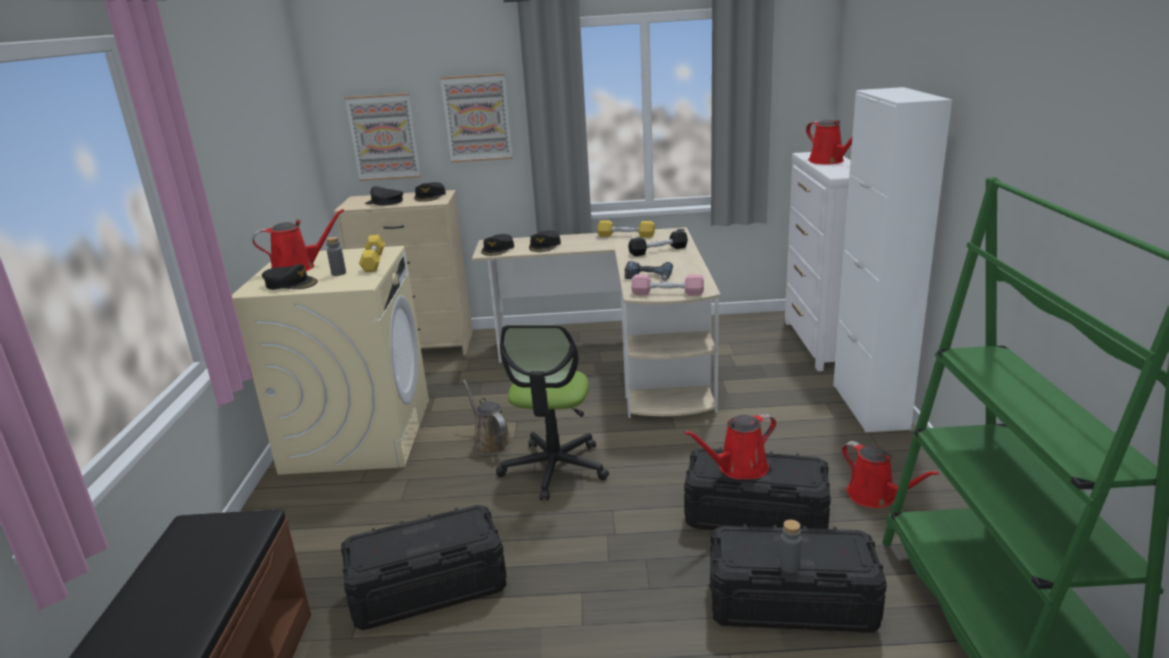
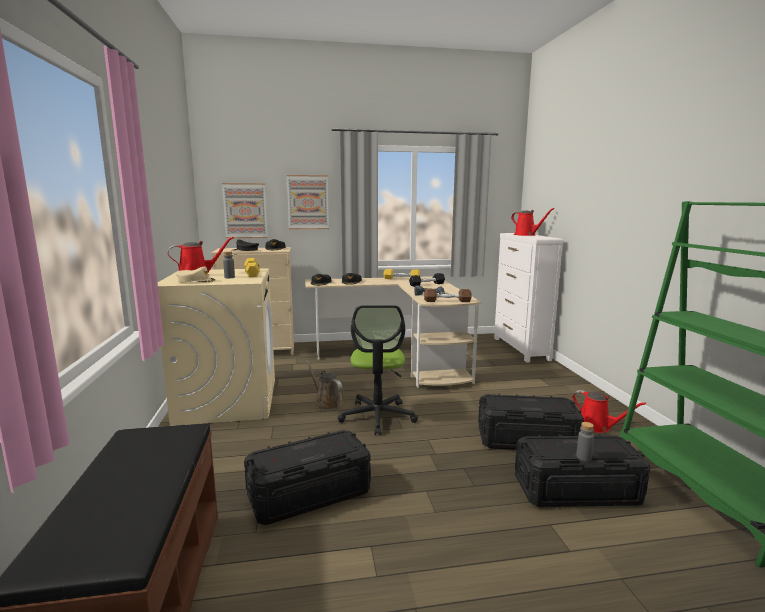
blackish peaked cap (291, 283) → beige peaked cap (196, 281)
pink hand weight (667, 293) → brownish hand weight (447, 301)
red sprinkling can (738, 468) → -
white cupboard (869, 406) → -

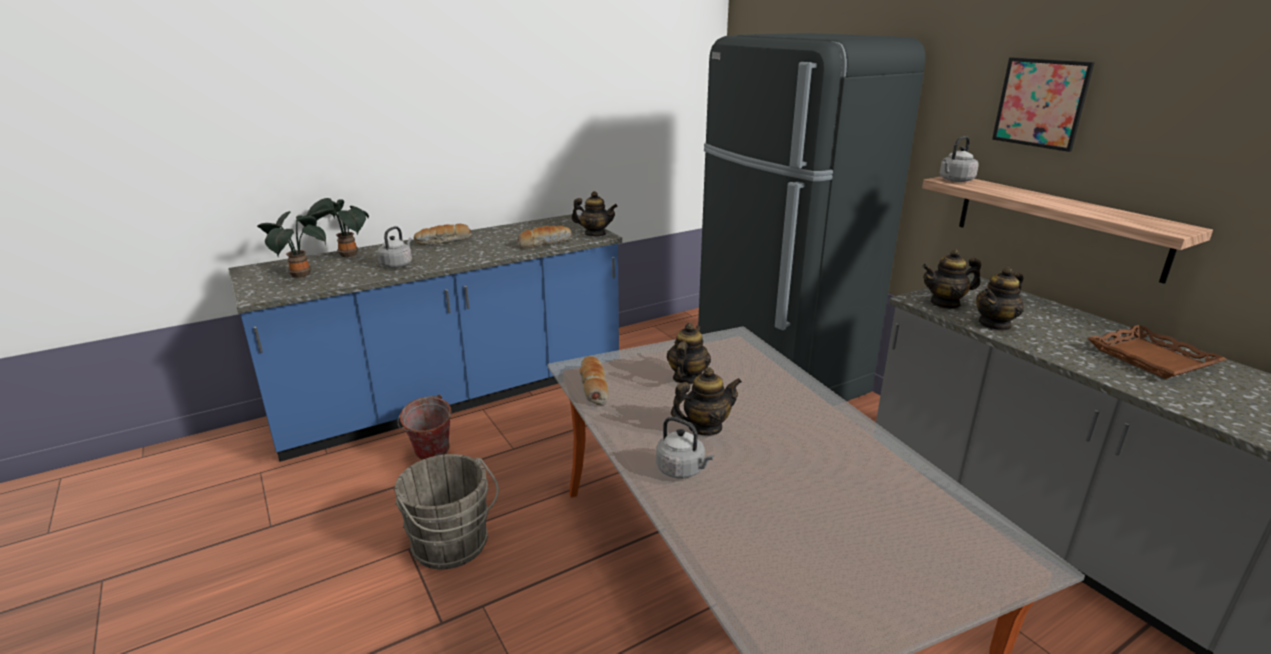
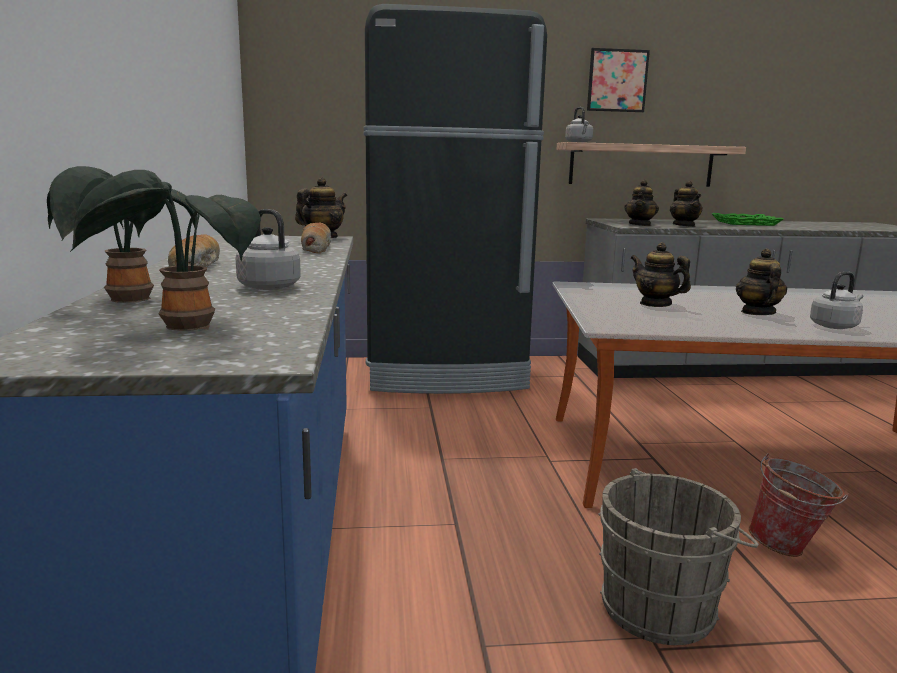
brownish serving tray (1150, 358) → green serving tray (745, 223)
water bucket (430, 456) → water bucket (790, 548), move
bakery bread (593, 387) → -

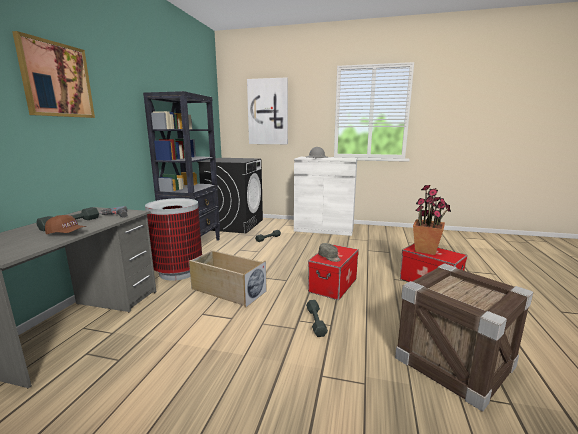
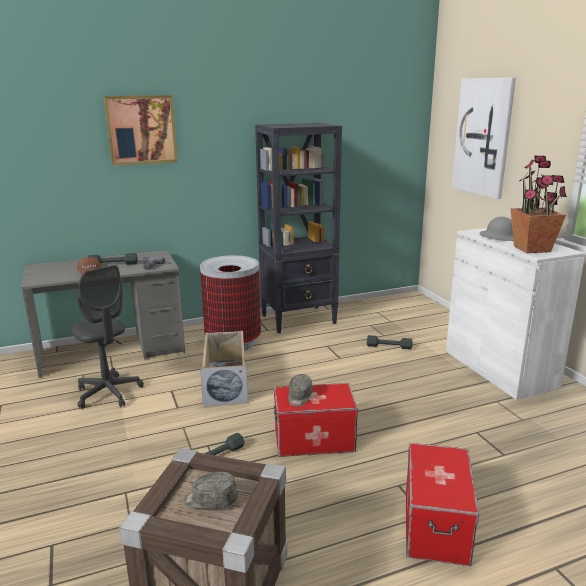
- → grey office chair (109, 393)
- → grey peaked cap (210, 500)
houseplant (426, 250) → houseplant (532, 249), move
blackish washing machine (234, 224) → -

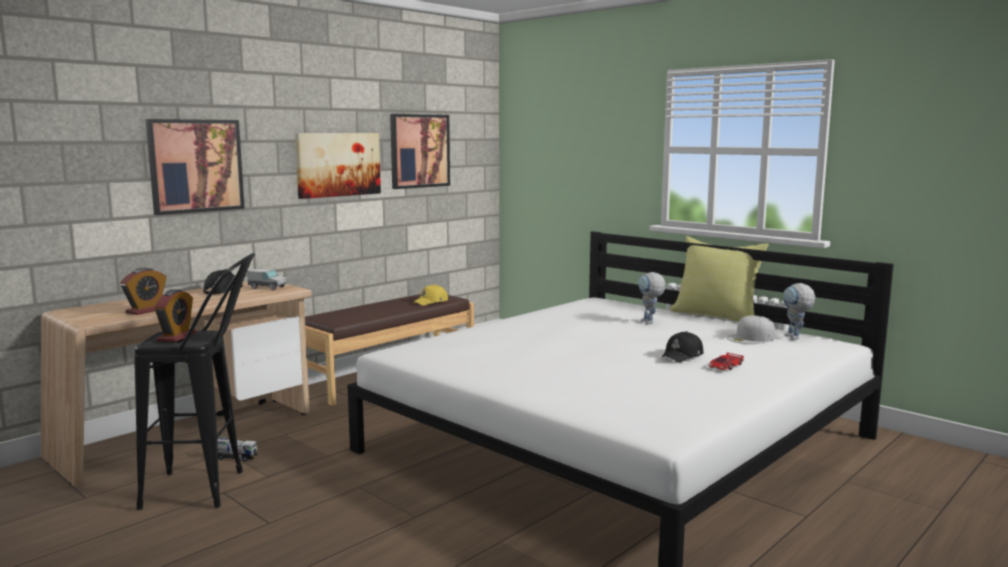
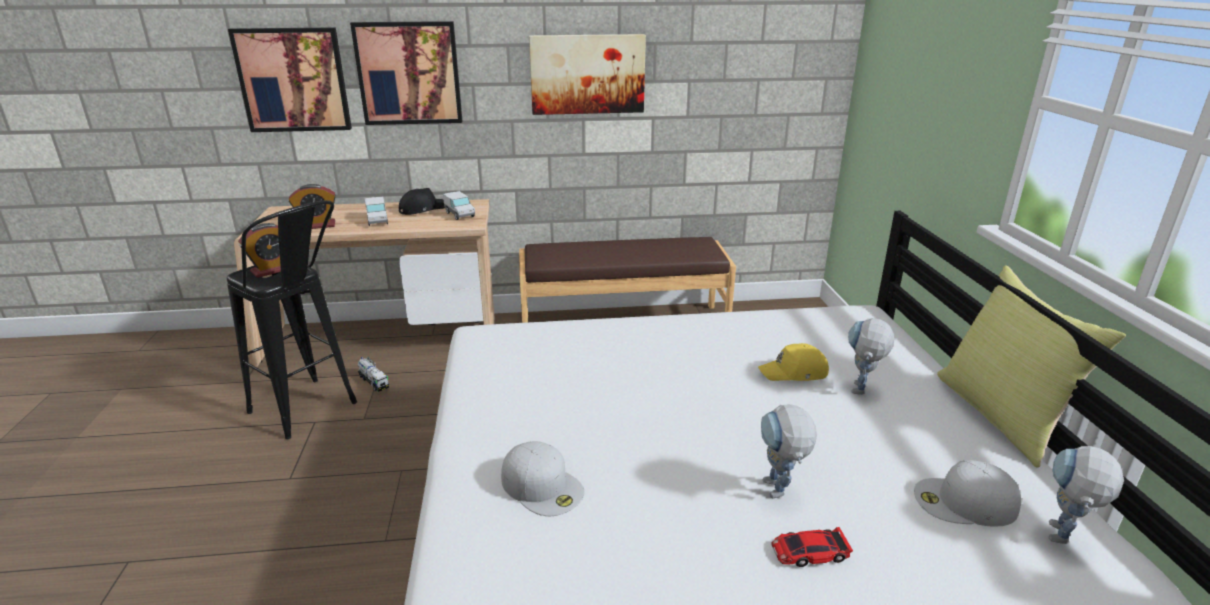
wall art (419, 151) → wall art (293, 80), move
- → model truck (377, 221)
- → white peaked cap (543, 486)
yellowish peaked cap (431, 302) → yellowish peaked cap (794, 373), move
blackish peaked cap (682, 356) → model robot (779, 494)

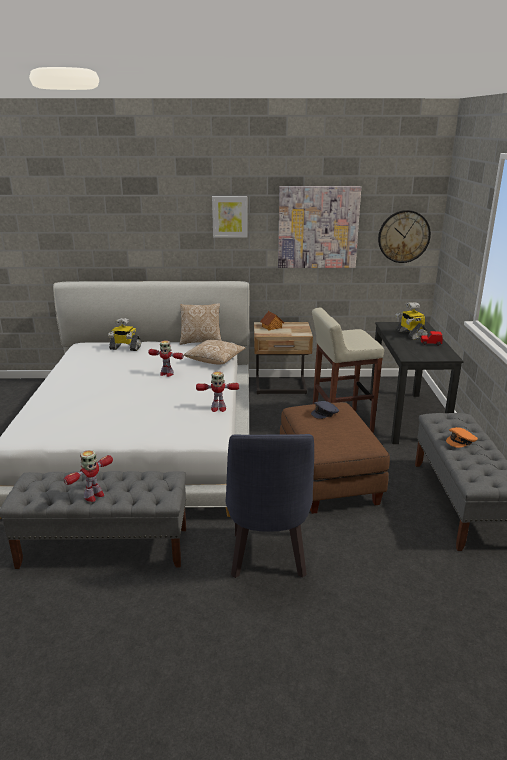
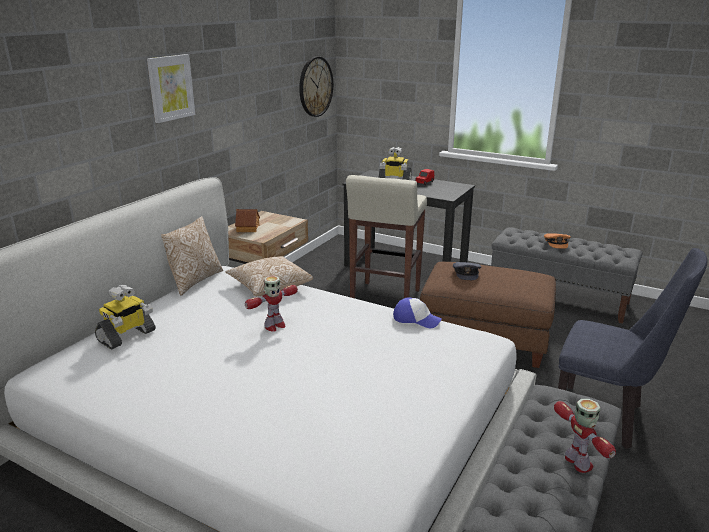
model robot (218, 409) → peaked cap (416, 319)
wall art (318, 227) → -

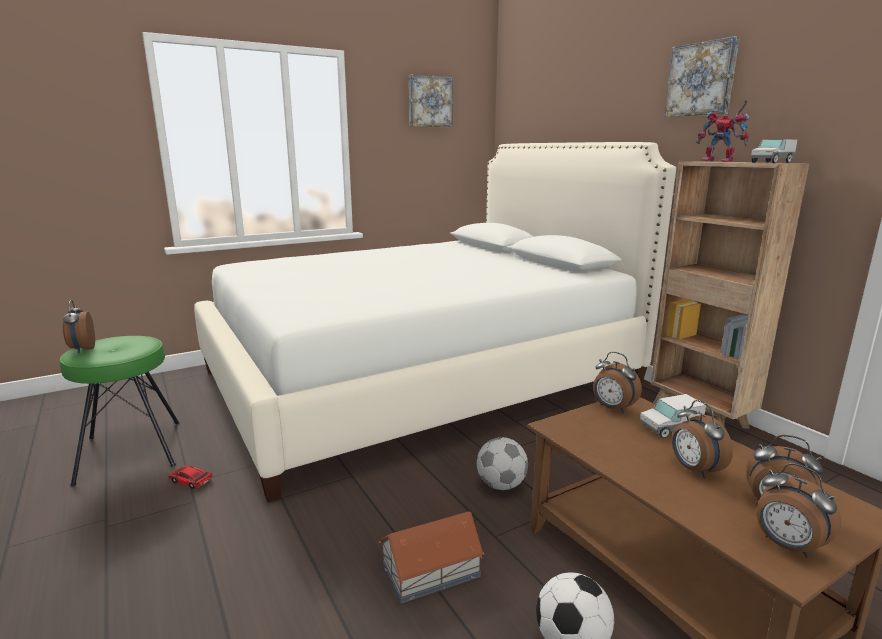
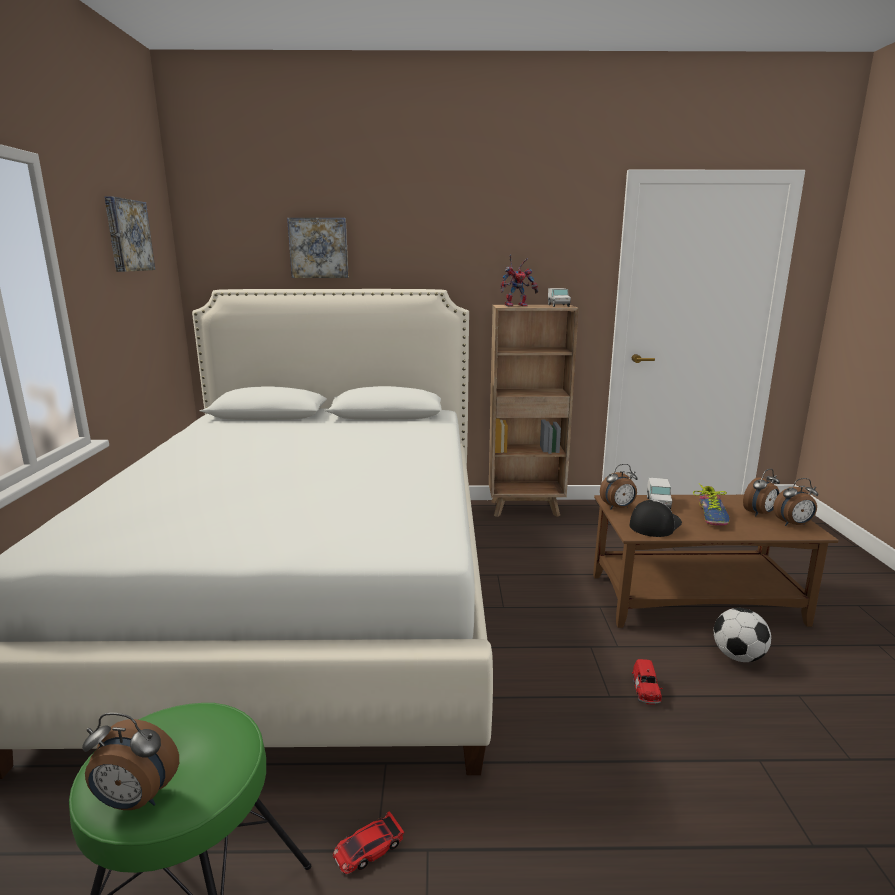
wall art (702, 79) → wall art (319, 248), move
- → peaked cap (654, 524)
miniature house (432, 570) → red miniature car (645, 691)
alarm clock (694, 469) → shoe (712, 516)
ball for football (501, 485) → -

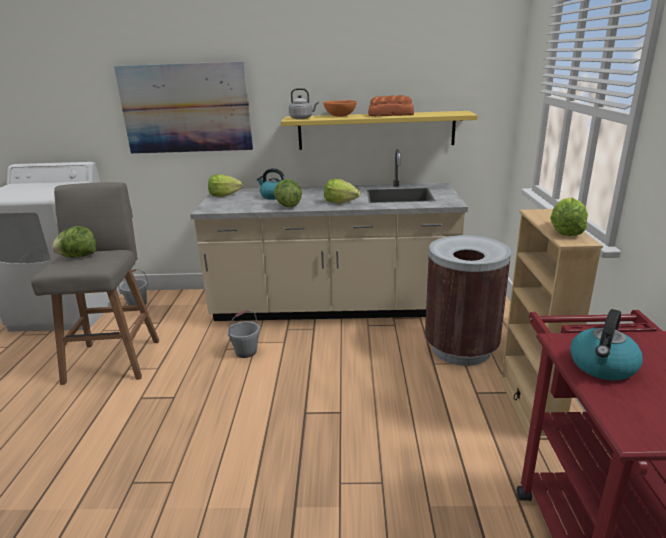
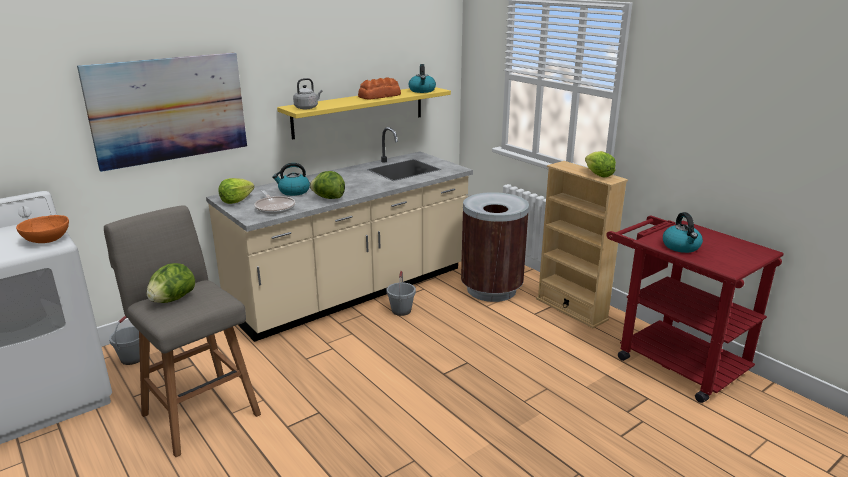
orangey deep dish (339, 116) → orangey deep dish (46, 240), move
- → pan (274, 207)
grey water bucket (246, 352) → grey water bucket (401, 311), move
- → kettle (422, 91)
lettuce head (340, 202) → -

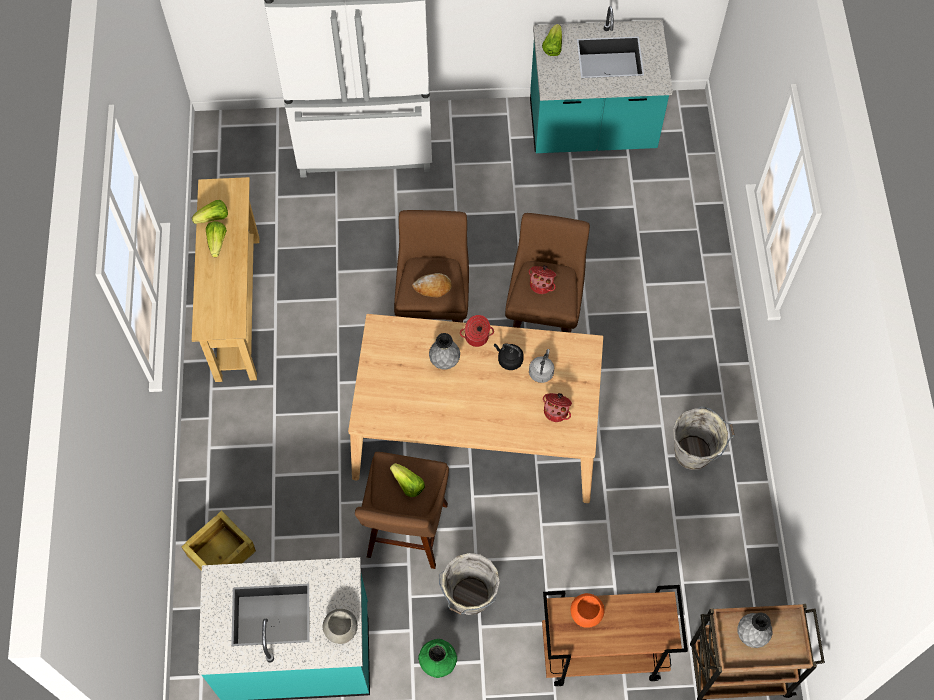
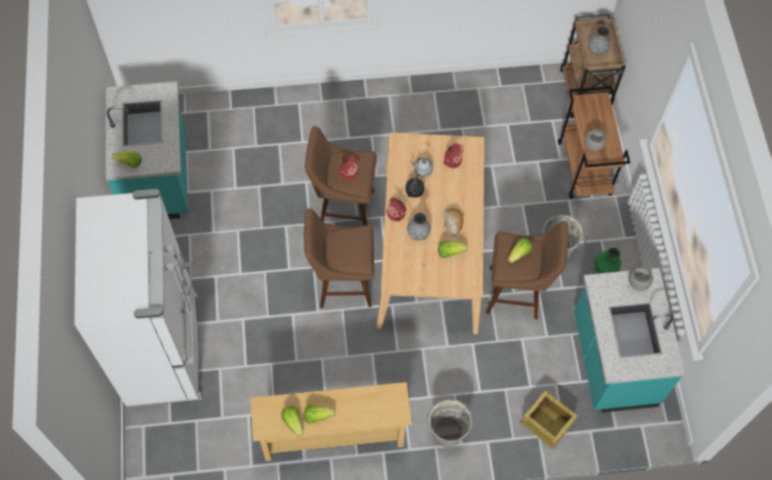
grey water bucket (694, 453) → grey water bucket (447, 431), move
- → lettuce head (450, 252)
bakery bread (433, 287) → bakery bread (453, 222), move
orangey deep dish (586, 613) → grey deep dish (593, 144)

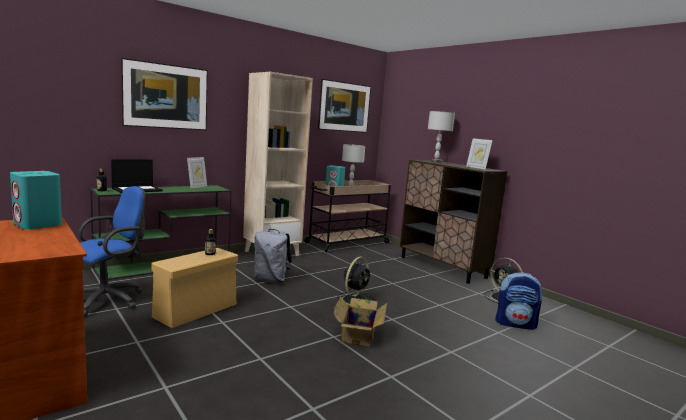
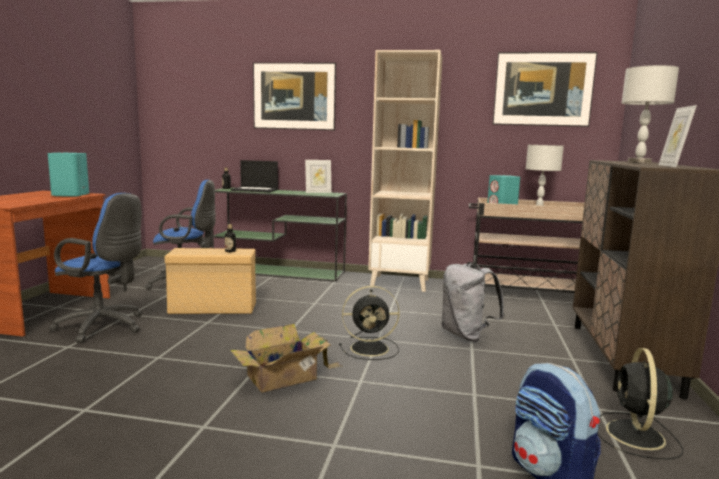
- → bluish office chair (105, 327)
grey knapsack (271, 280) → grey knapsack (466, 335), move

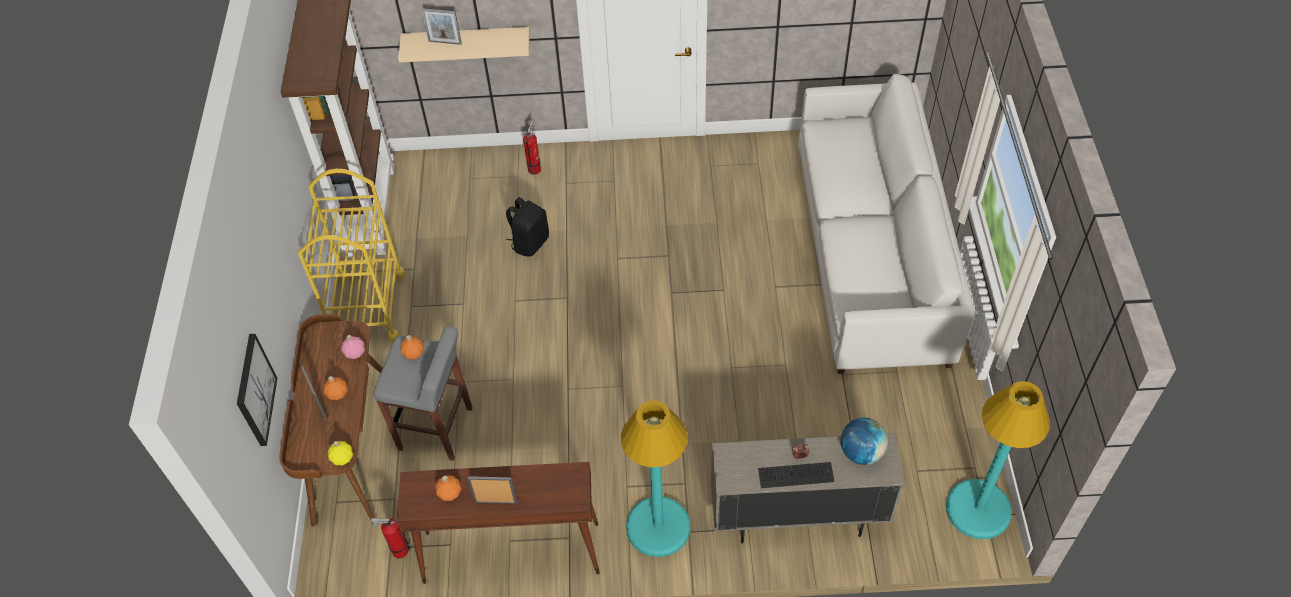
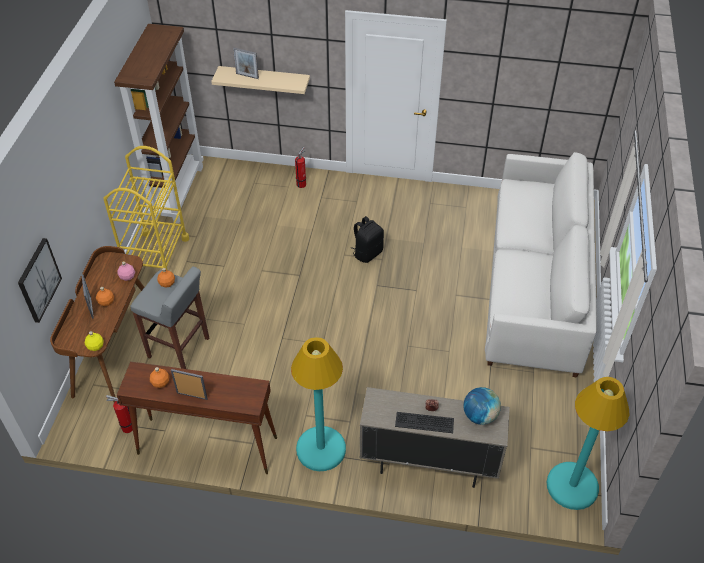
blackish knapsack (530, 242) → blackish knapsack (367, 253), move

